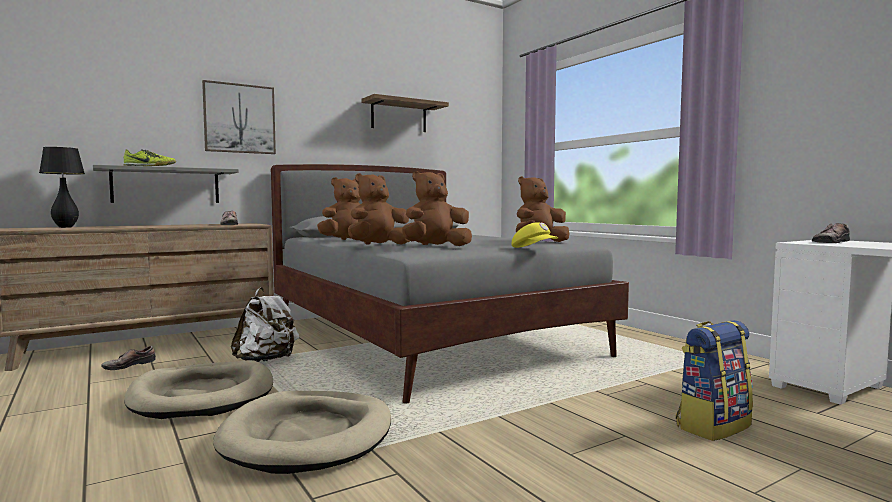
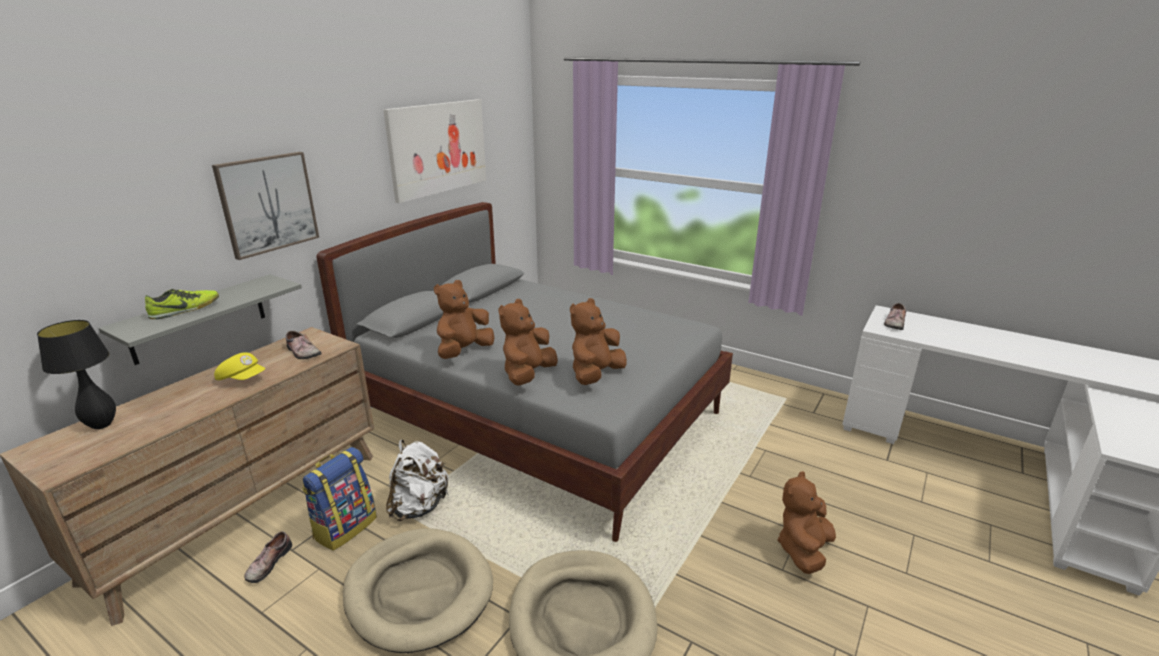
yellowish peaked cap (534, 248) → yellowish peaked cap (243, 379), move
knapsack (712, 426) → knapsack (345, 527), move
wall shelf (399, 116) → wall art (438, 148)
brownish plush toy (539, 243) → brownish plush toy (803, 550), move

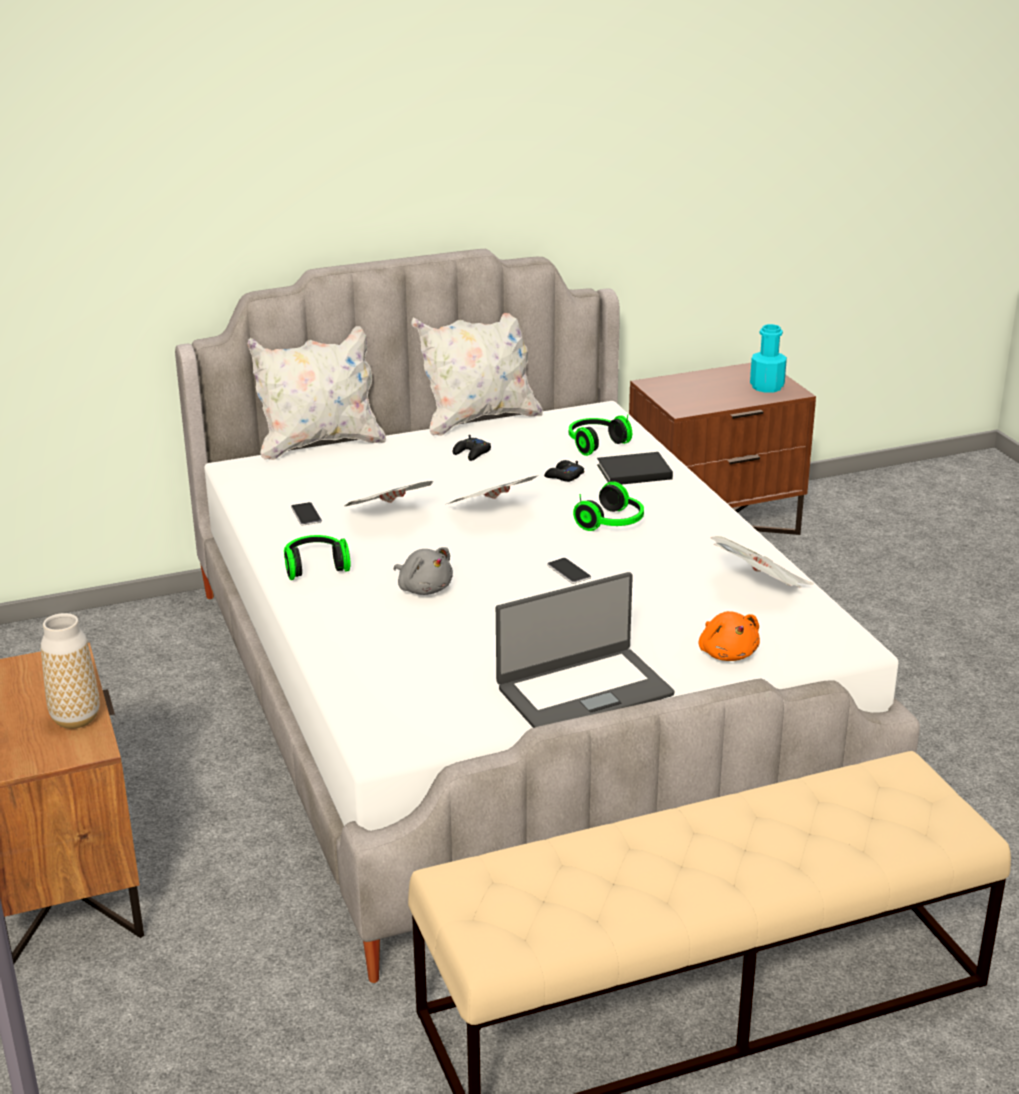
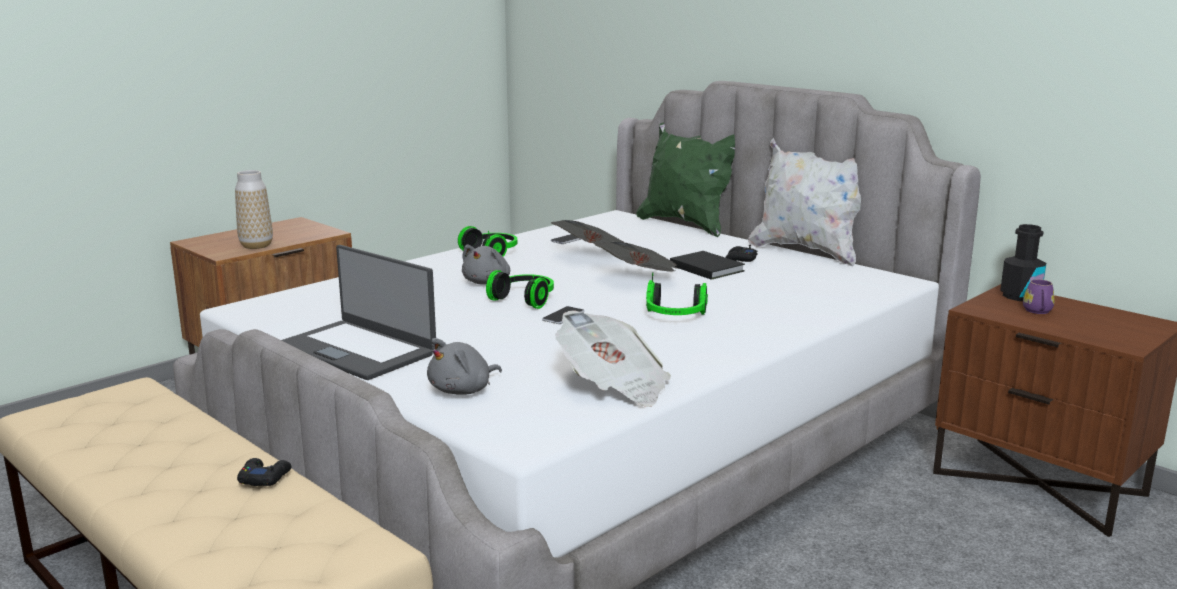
blackish joypad (563, 476) → blackish joypad (264, 478), move
orangey plush toy (727, 653) → grey plush toy (463, 390)
pair of headphones (595, 444) → pair of headphones (525, 300), move
white pillow (319, 444) → green pillow (686, 224)
blackish book (632, 472) → blackish book (706, 267), move
- → blackish bottle (1020, 296)
- → purple tea mug (1038, 312)
turquoise-coloured bottle (767, 387) → -

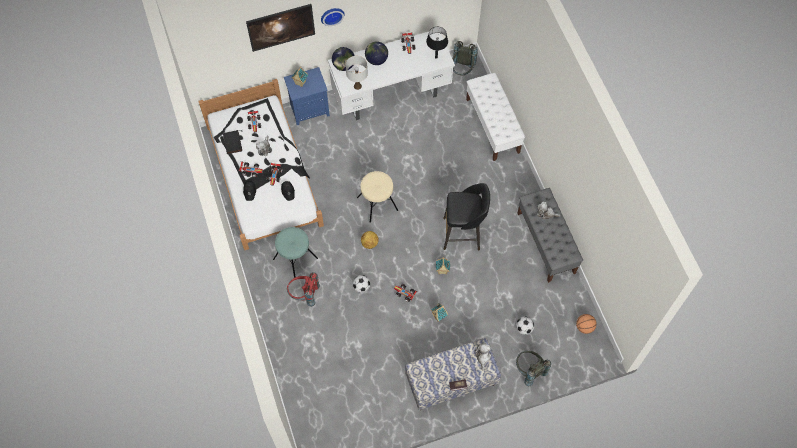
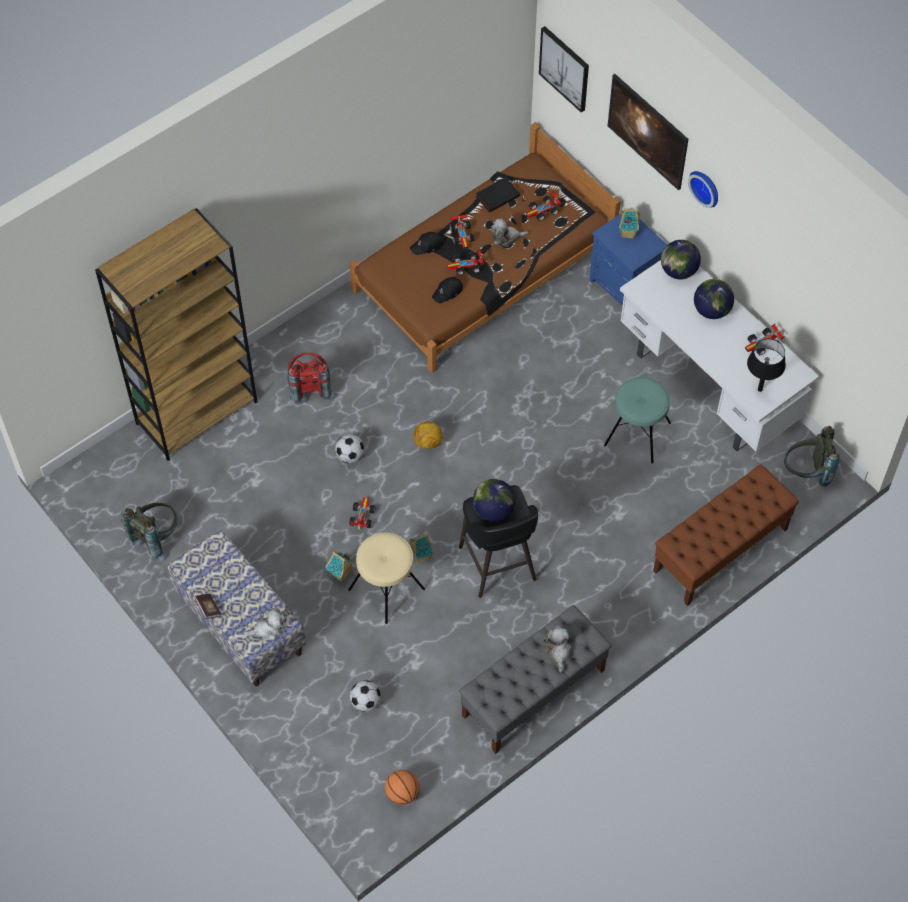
- → brownish bookshelf (197, 412)
grey knapsack (529, 371) → grey knapsack (156, 537), move
beige stool seat (377, 204) → beige stool seat (386, 589), move
white bedroom bed (263, 175) → brownish bedroom bed (484, 269)
- → world globe (493, 510)
- → wall art (565, 68)
turquoise-coloured stool seat (295, 258) → turquoise-coloured stool seat (637, 434), move
white long seat (492, 126) → brownish long seat (720, 550)
white table lamp (357, 86) → -

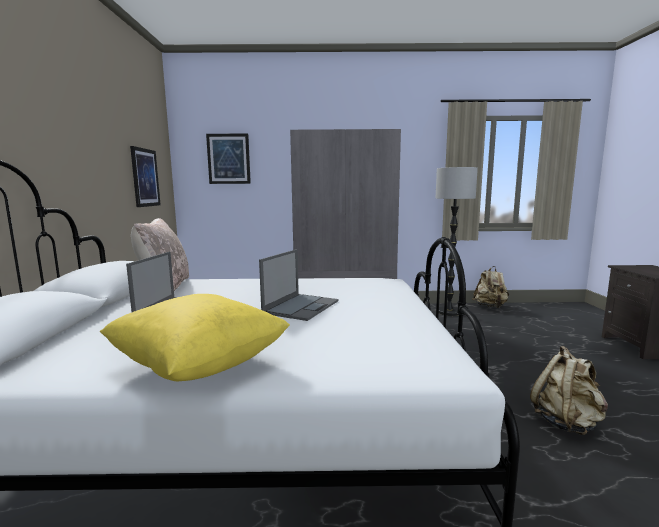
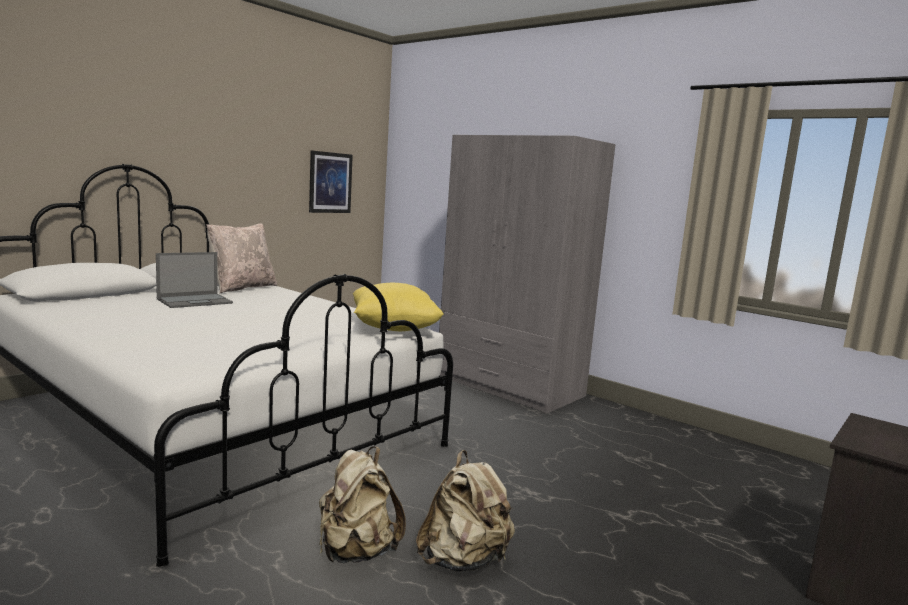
beige knapsack (490, 307) → beige knapsack (356, 552), move
yellowish pillow (199, 366) → yellowish pillow (394, 328), move
wall art (229, 159) → -
notebook computer (301, 306) → -
floor lamp (449, 312) → -

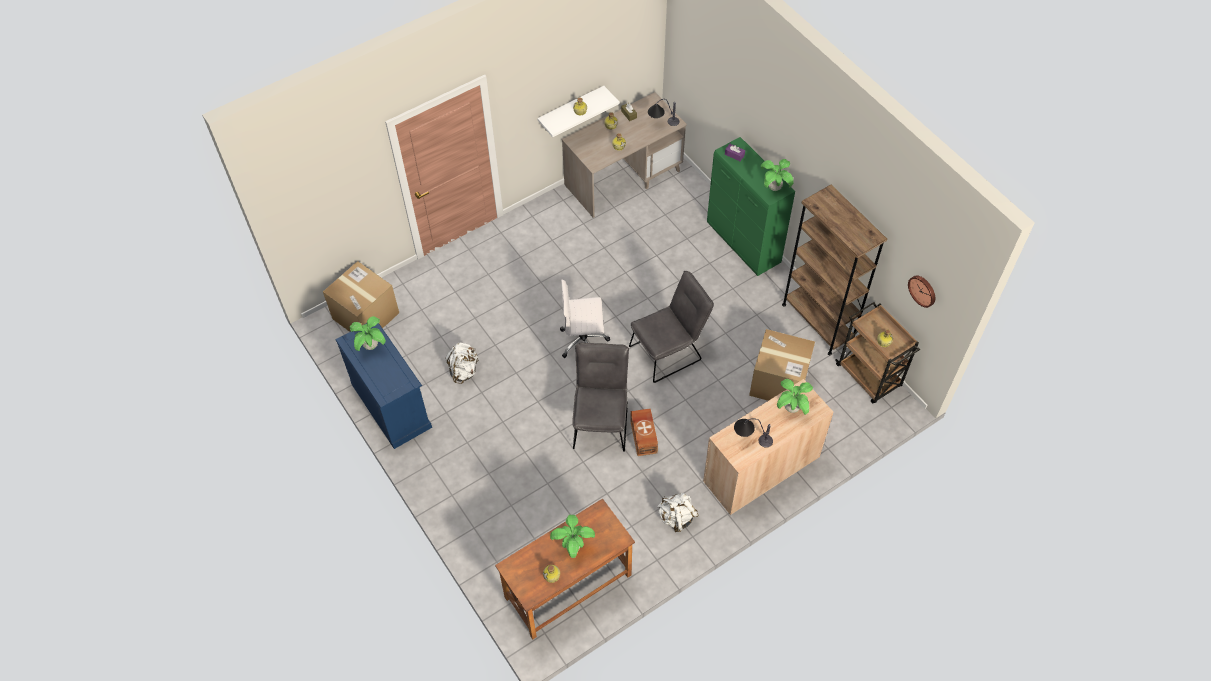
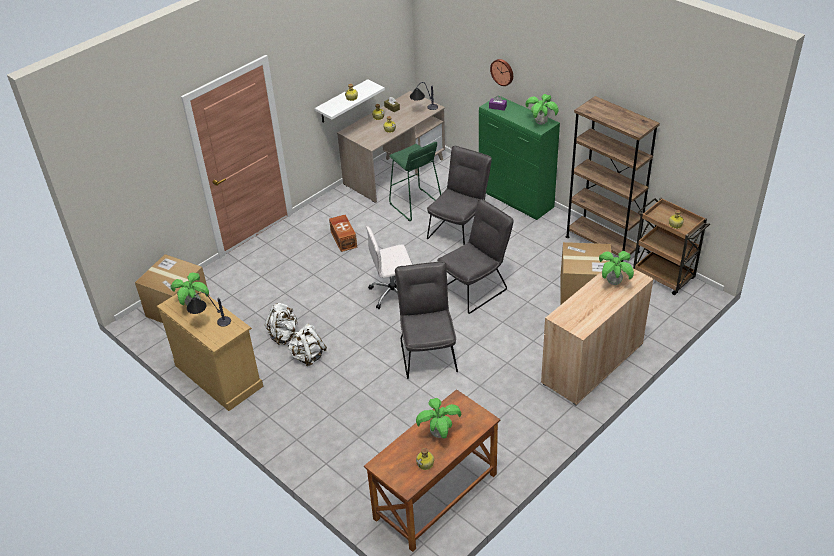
bluish drawer chest (391, 405) → beige drawer chest (219, 375)
table lamp (750, 440) → table lamp (209, 323), move
white knapsack (676, 517) → white knapsack (307, 356), move
brownish storage bin (644, 436) → brownish storage bin (344, 239), move
- → green stool seat (415, 205)
- → grey upright chair (460, 230)
clock on the wall (923, 290) → clock on the wall (502, 72), move

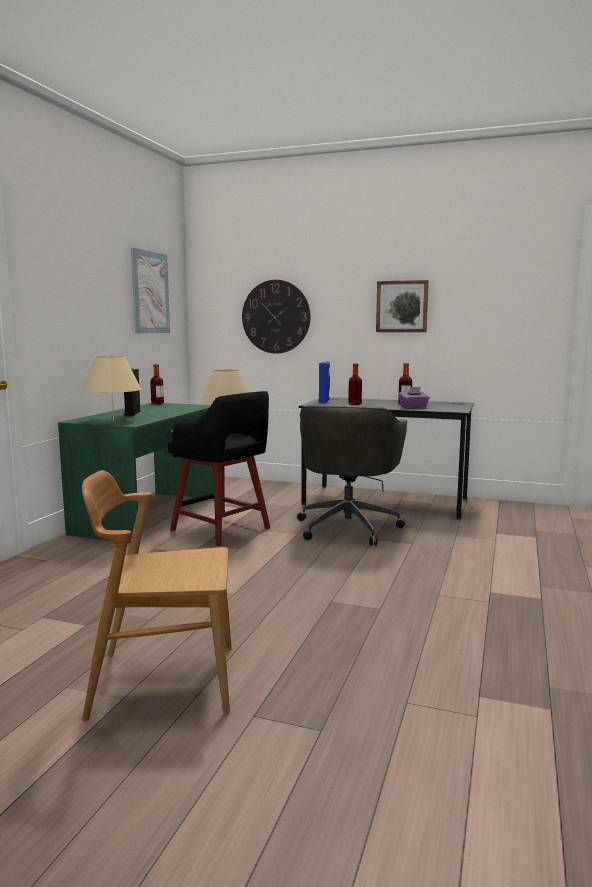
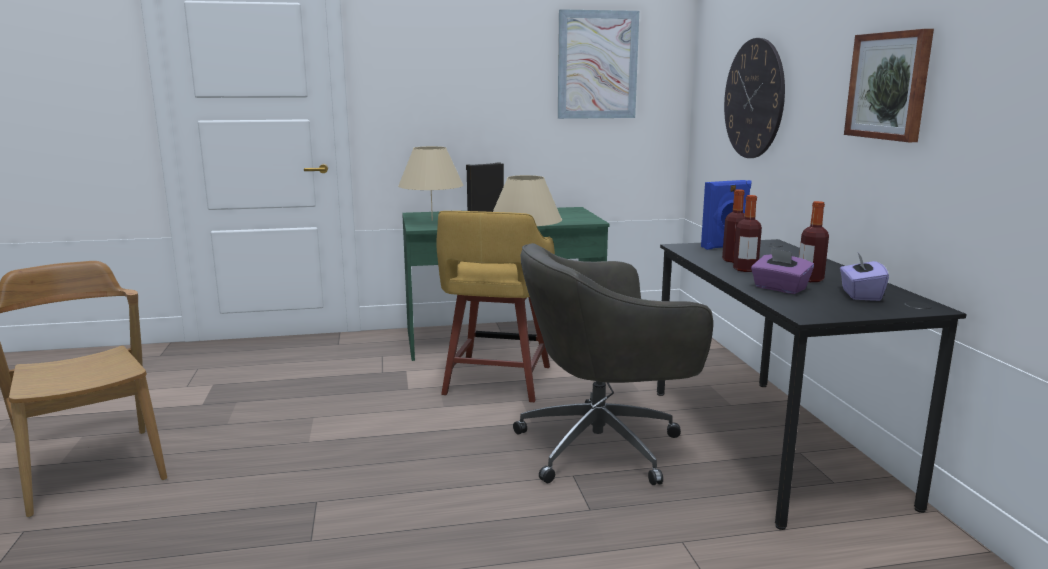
blackish stool seat (222, 530) → yellowish stool seat (496, 381)
bottle (157, 403) → bottle (745, 269), move
- → purple tissue holder (860, 294)

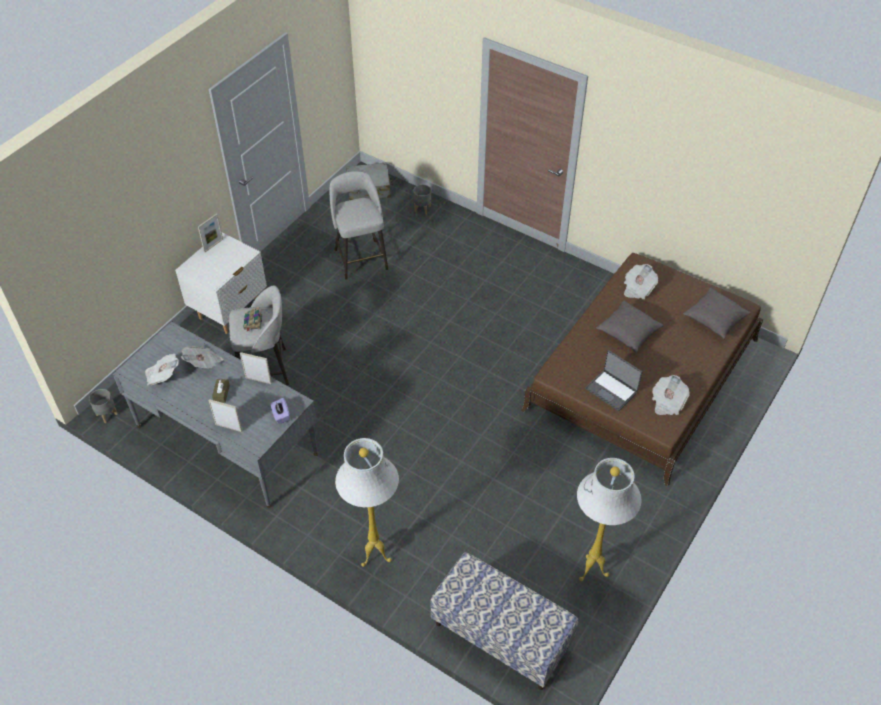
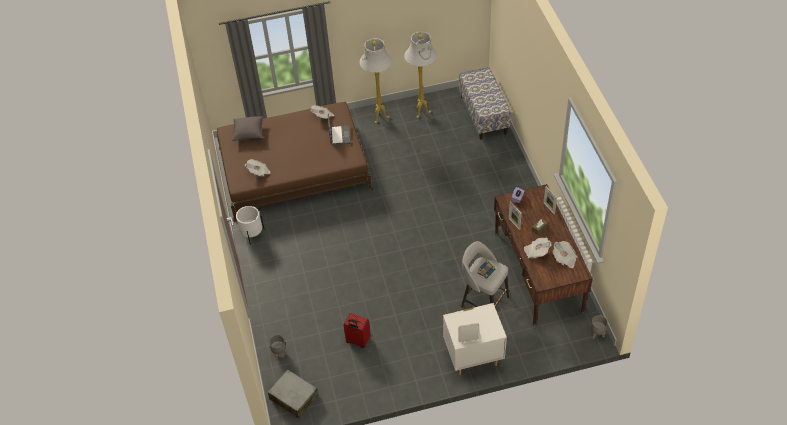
- → white planter (252, 234)
grey stool seat (360, 258) → red travel case (357, 341)
white floor lamp (374, 556) → white floor lamp (380, 118), move
grey desk (226, 440) → brownish desk (537, 272)
grey pillow (628, 333) → -

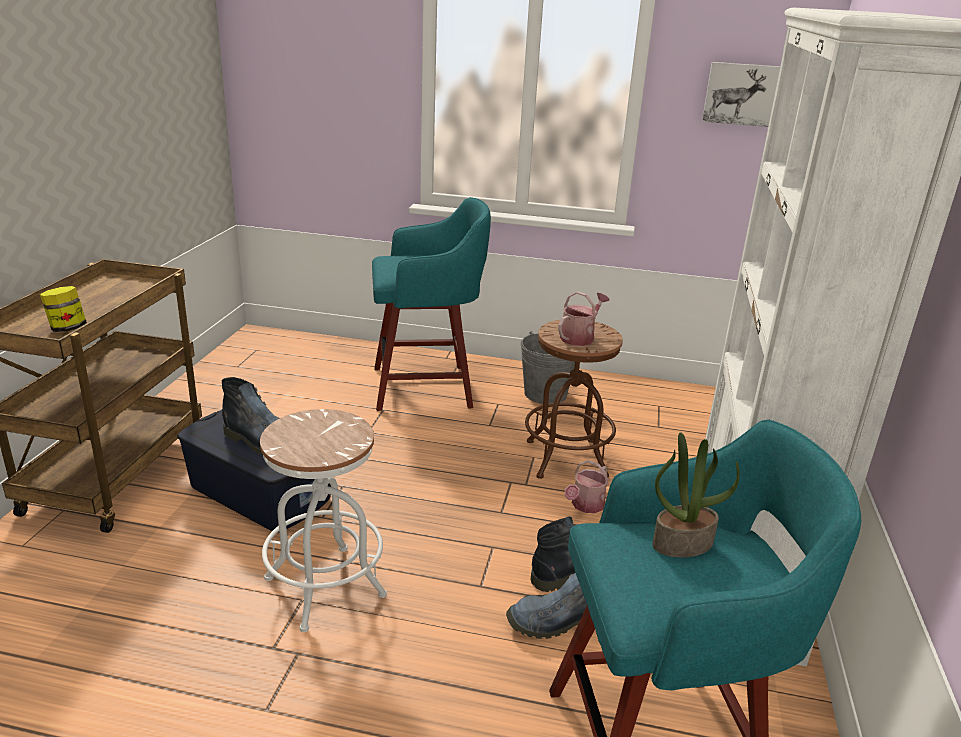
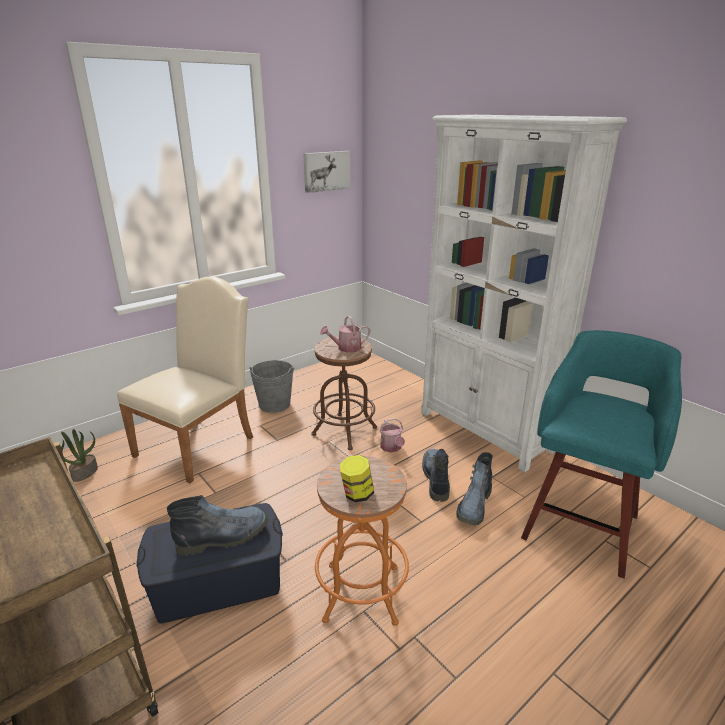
houseplant (682, 543) → houseplant (85, 473), move
turquoise-coloured stool seat (426, 387) → beige upright chair (200, 442)
white stool seat (325, 587) → orangey stool seat (361, 593)
sprinkling can (580, 337) → sprinkling can (346, 348), 105 degrees counterclockwise
storage jar (67, 329) → storage jar (357, 494), move

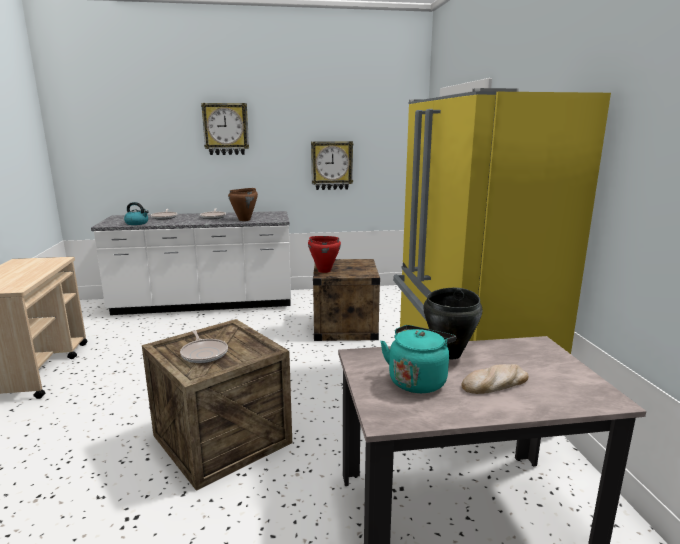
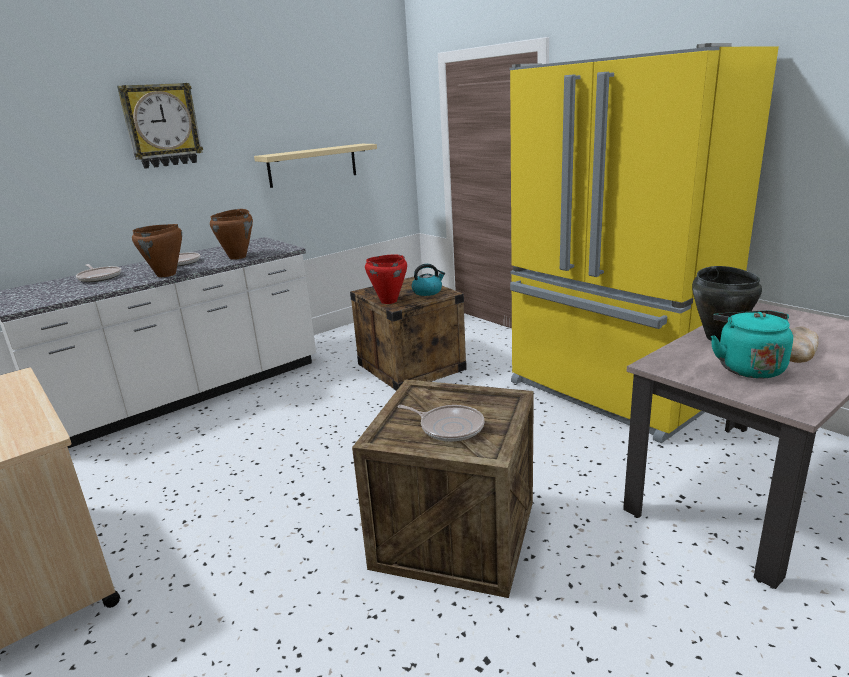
- → brownish saucepot (166, 275)
clock on the wall (332, 165) → beige wall shelf (313, 165)
kettle (137, 223) → kettle (427, 292), move

